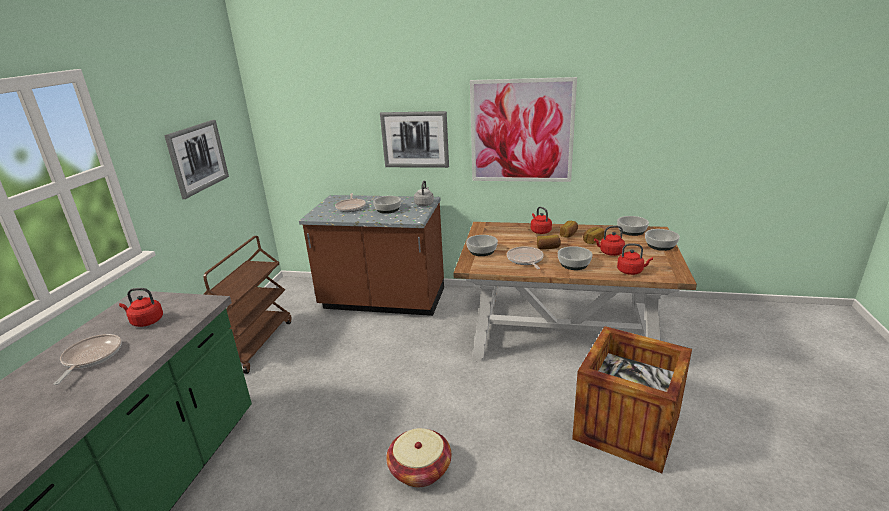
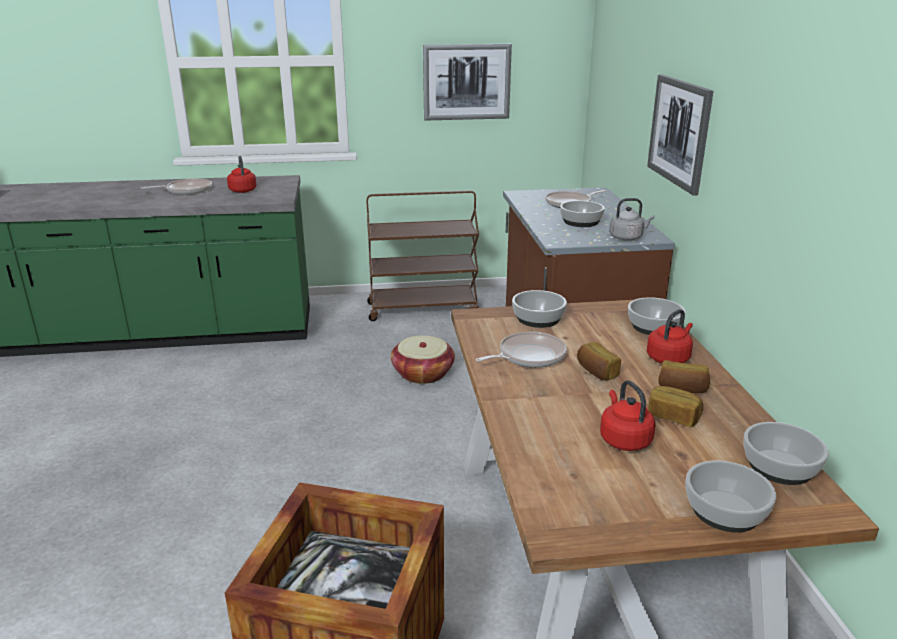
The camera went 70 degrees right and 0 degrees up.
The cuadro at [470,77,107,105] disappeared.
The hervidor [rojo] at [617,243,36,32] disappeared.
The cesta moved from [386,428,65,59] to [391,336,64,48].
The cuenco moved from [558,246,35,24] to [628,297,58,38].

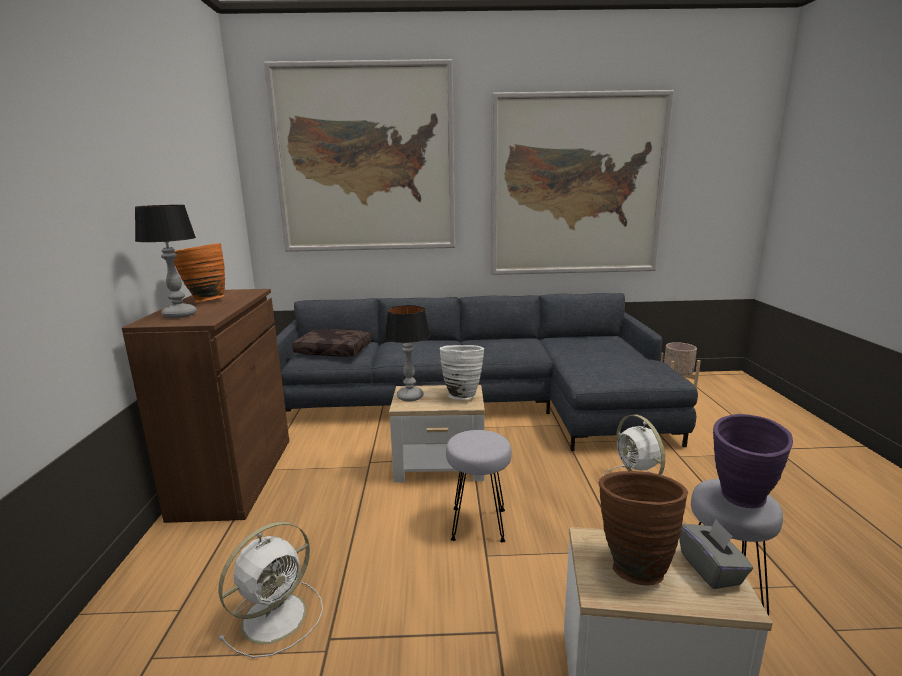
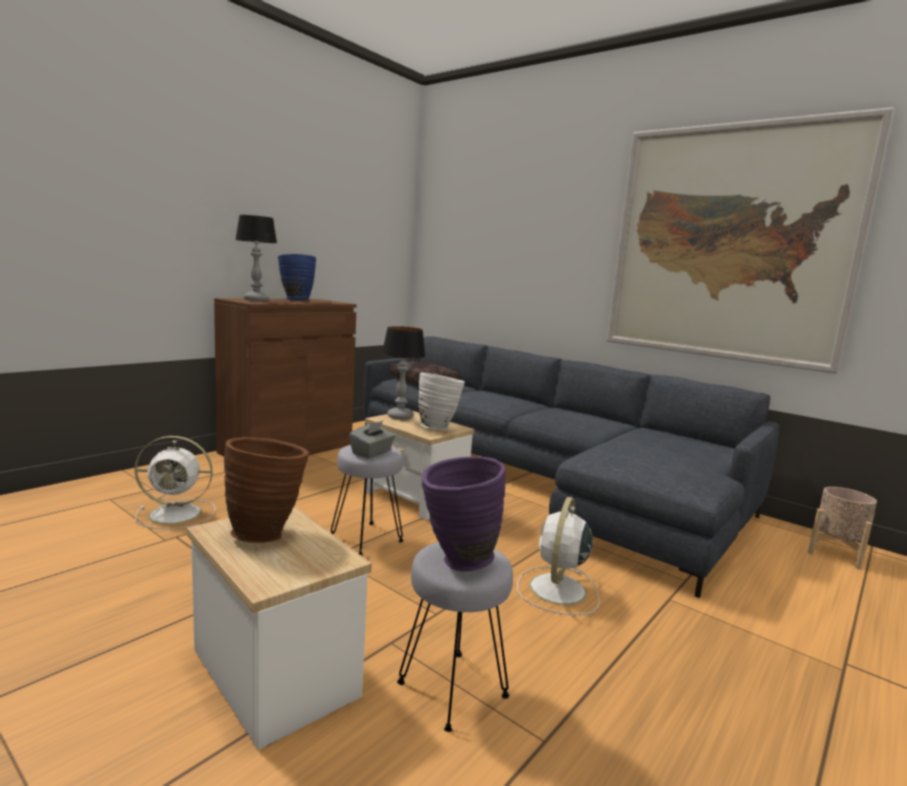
The camera went 40 degrees right and 5 degrees down.
The cuadro at [264,59,191,193] disappeared.
The caja de pañuelos [gris] moved from [679,519,74,70] to [349,421,46,37].
The florero [naranja] at [174,243,51,59] became the florero [azul] at [278,254,38,46].

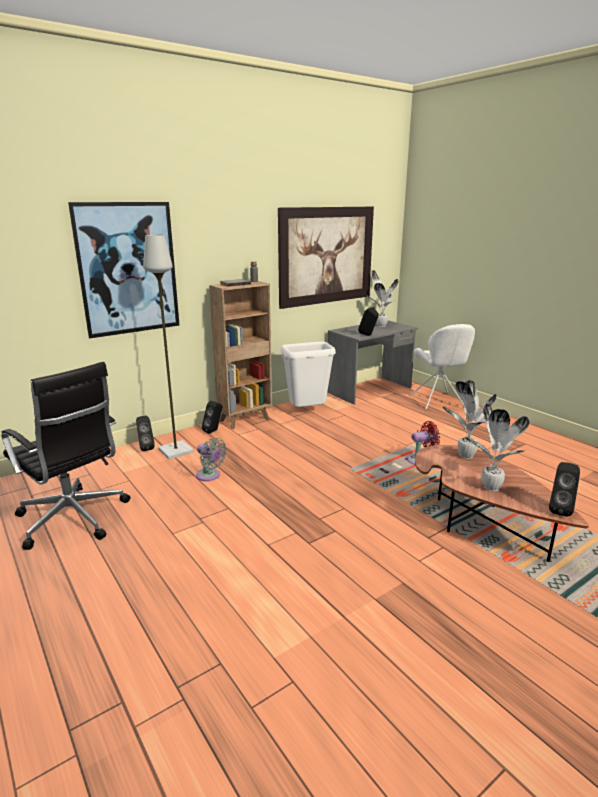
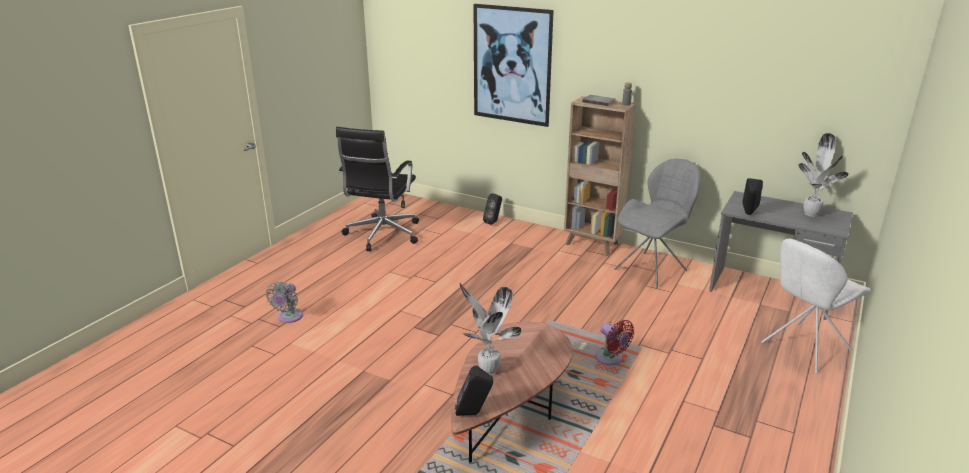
The camera went 65 degrees right and 5 degrees up.
The lámpara de pie [gris] at [143,234,51,226] disappeared.
The altavoz [negro] at [202,401,20,33] disappeared.
The cuadro at [278,207,96,102] disappeared.
The planta en maceta at [443,380,54,79] disappeared.
The ventilador [gris] moved from [196,438,31,43] to [266,282,37,41].
The papelera [blanco] at [281,342,55,65] was replaced by the silla [gris] at [614,159,87,129].

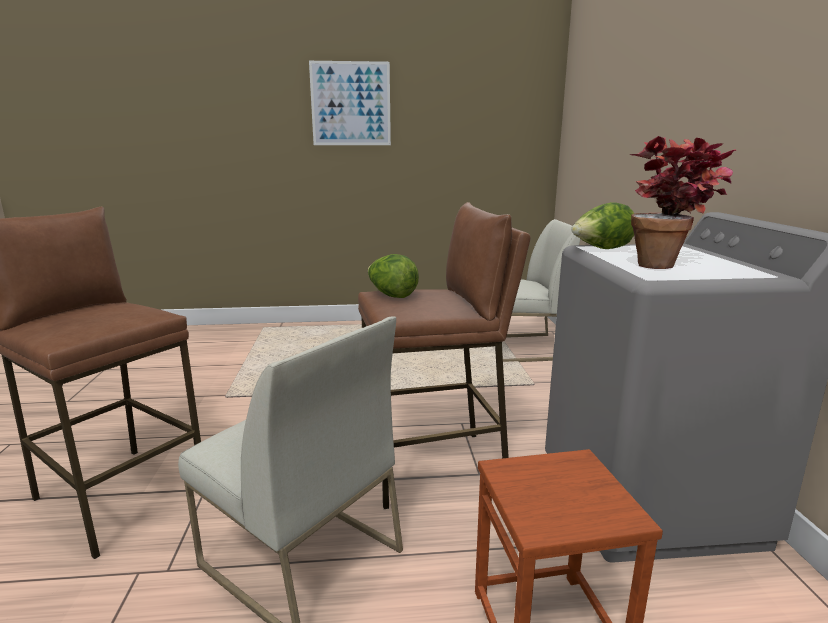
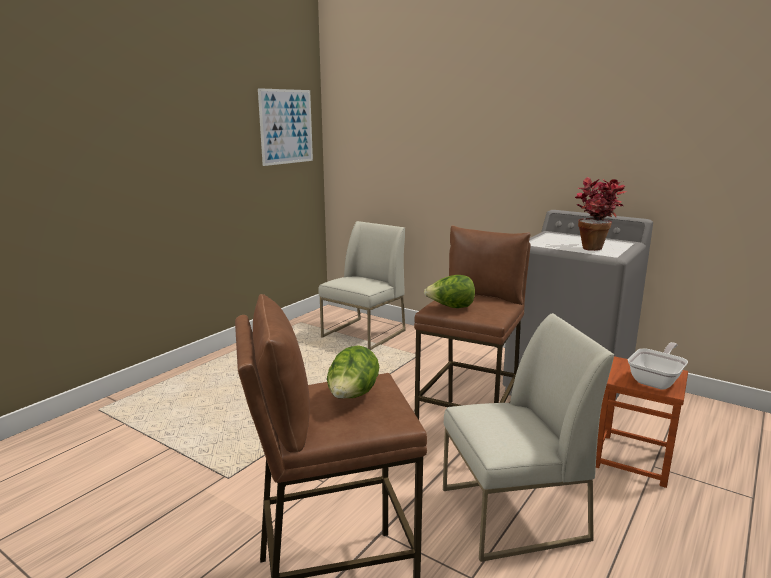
The camera went 50 degrees left and 0 degrees up.
The sartén at [628,342,60,48] appeared.
The cuadro moved from [309,61,82,84] to [258,88,55,78].
The lechuga moved from [571,202,63,47] to [327,345,52,54].

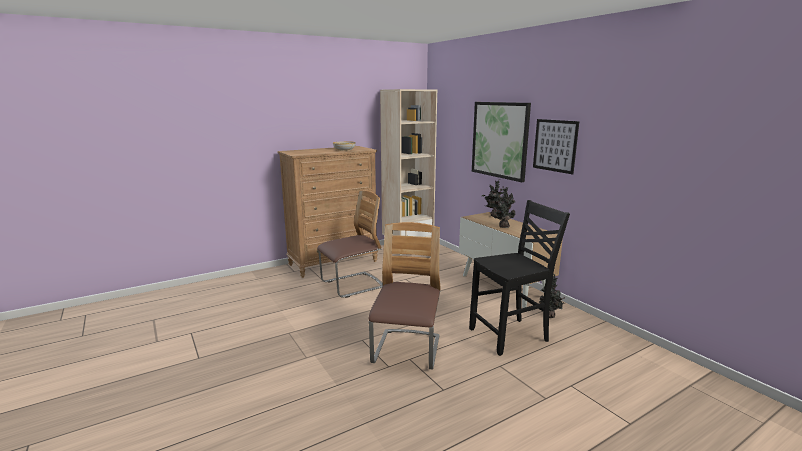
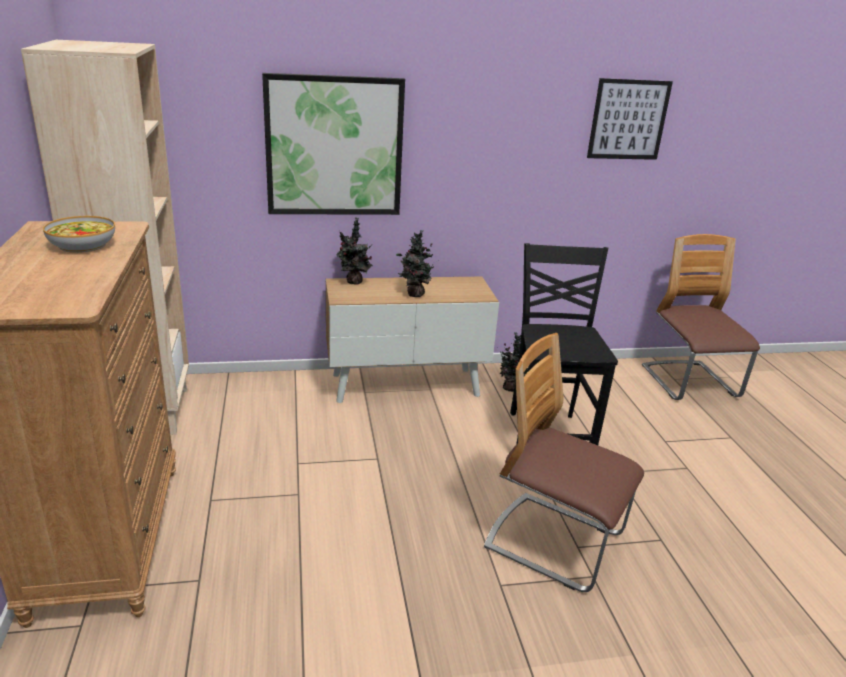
The camera went 70 degrees left and 10 degrees up.
The silla moved from [317,190,66,108] to [642,234,118,166].
The cuadro moved from [533,119,46,55] to [587,78,86,82].

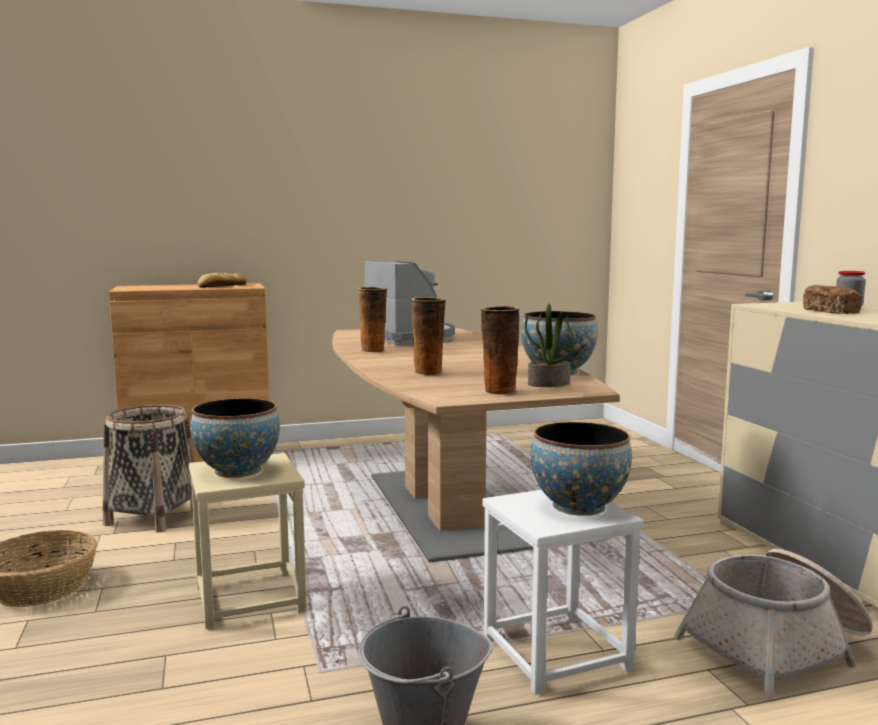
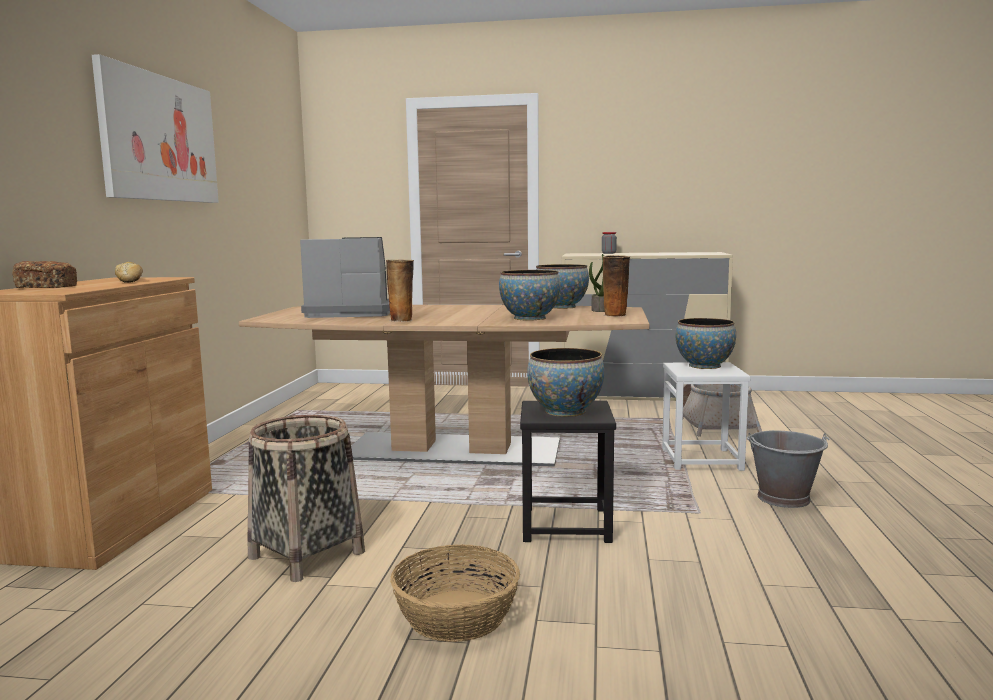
The camera went 65 degrees left and 0 degrees up.
The cuadro at [92,54,127,149] appeared.
The pan moved from [803,285,59,29] to [12,261,65,27].
The florero at [411,297,35,78] was replaced by the cuenco at [499,270,62,51].
The taburete [beis] at [189,453,118,176] became the taburete [negro] at [520,401,96,142].

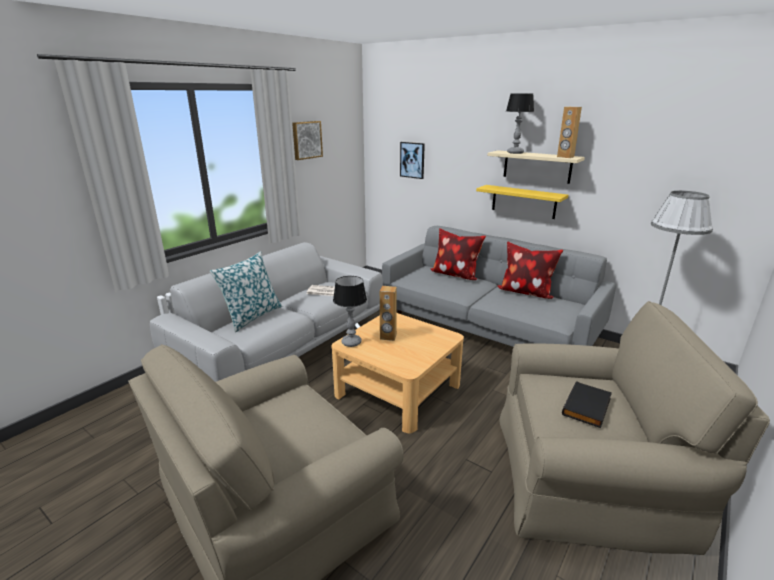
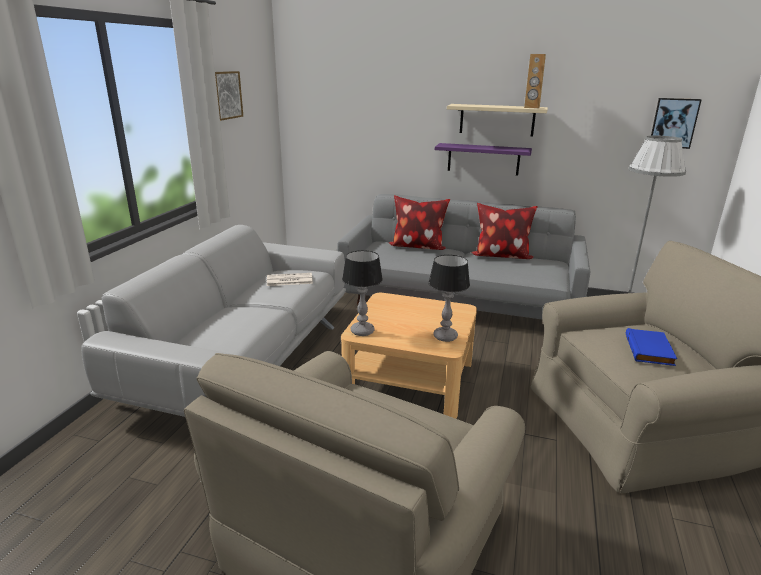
The camera went 20 degrees left and 0 degrees up.
The cojín at [210,251,72,81] disappeared.
The altavoz [marrón] at [380,286,17,55] disappeared.
The cuadro moved from [400,142,25,37] to [651,98,51,51].
The lámpara de mesa moved from [506,94,28,60] to [428,255,42,87].
The estante [amarillo] at [476,185,92,34] became the estante [morado] at [435,143,97,32].
The libro [negro] at [562,381,50,47] became the libro [azul] at [626,328,51,38].

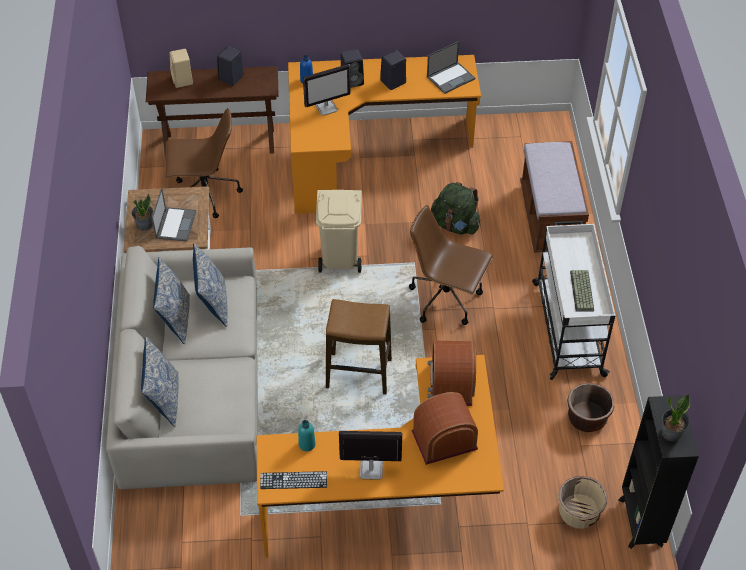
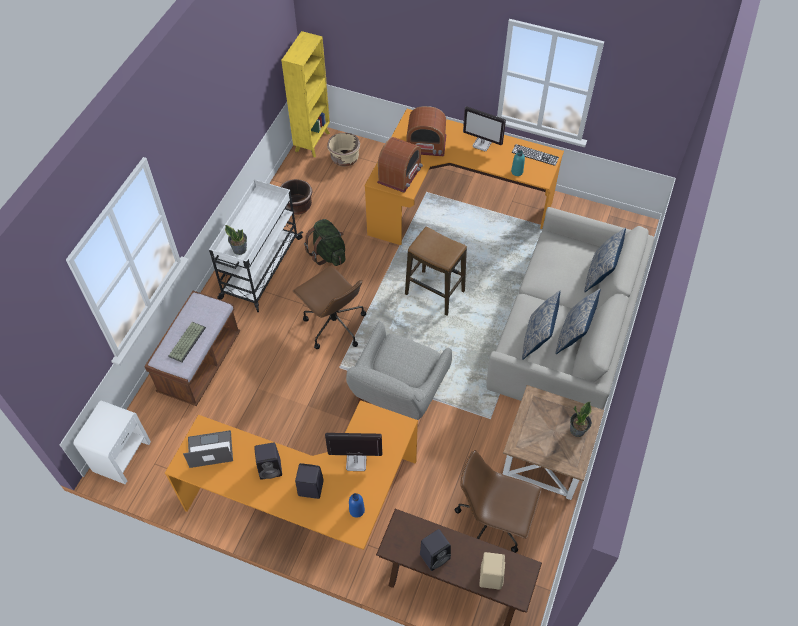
The camera went 155 degrees left and 5 degrees up.
The portátil at [152,188,44,54] disappeared.
The mesita de noche [blanco] at [73,401,78,83] appeared.
The mochila [verde] moved from [431,182,49,53] to [304,219,41,47].
The teclado moved from [570,270,24,42] to [168,322,38,40].
The planta en maceta moved from [662,393,28,49] to [225,225,22,30].
The papelera [beis] at [316,190,46,83] was replaced by the sillón [gris] at [346,321,106,109].
The estantería [negro] at [619,395,80,154] became the estantería [amarillo] at [281,31,49,126].

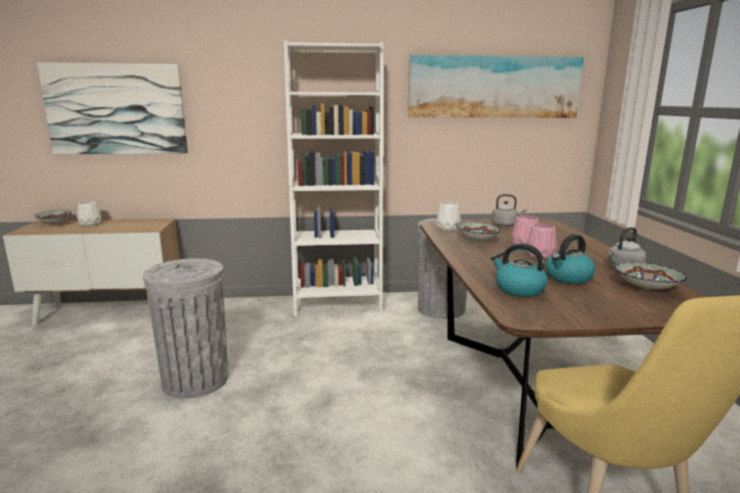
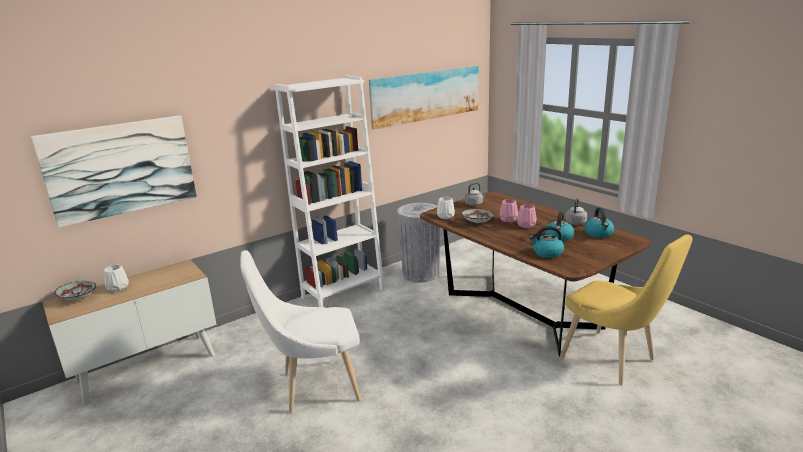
The camera went 30 degrees left and 5 degrees up.
The papelera [gris] at [143,258,85,141] was replaced by the silla [blanco] at [240,250,121,163].
The cuenco at [614,262,73,28] was replaced by the hervidor at [585,208,29,30].

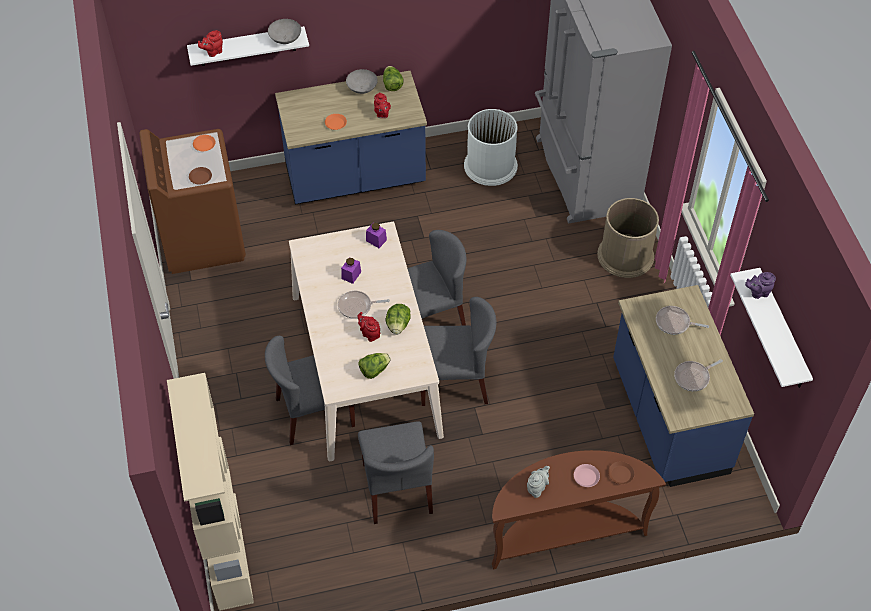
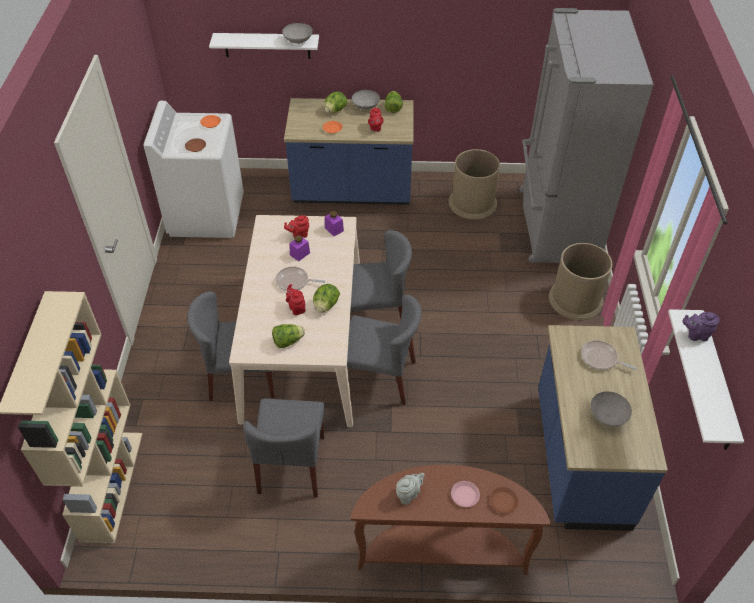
The camera went 15 degrees right and 5 degrees down.
The lechuga at [324,91,23,22] appeared.
The tetera [rojo] moved from [198,30,25,27] to [284,215,25,23].
The sartén at [674,359,49,32] was replaced by the cuenco [gris] at [591,391,41,35].
The lavadora [marrón] at [139,129,107,145] became the lavadora [blanco] at [144,101,100,137].
The papelera [blanco] at [464,109,54,77] became the papelera [marrón] at [449,149,51,71].

